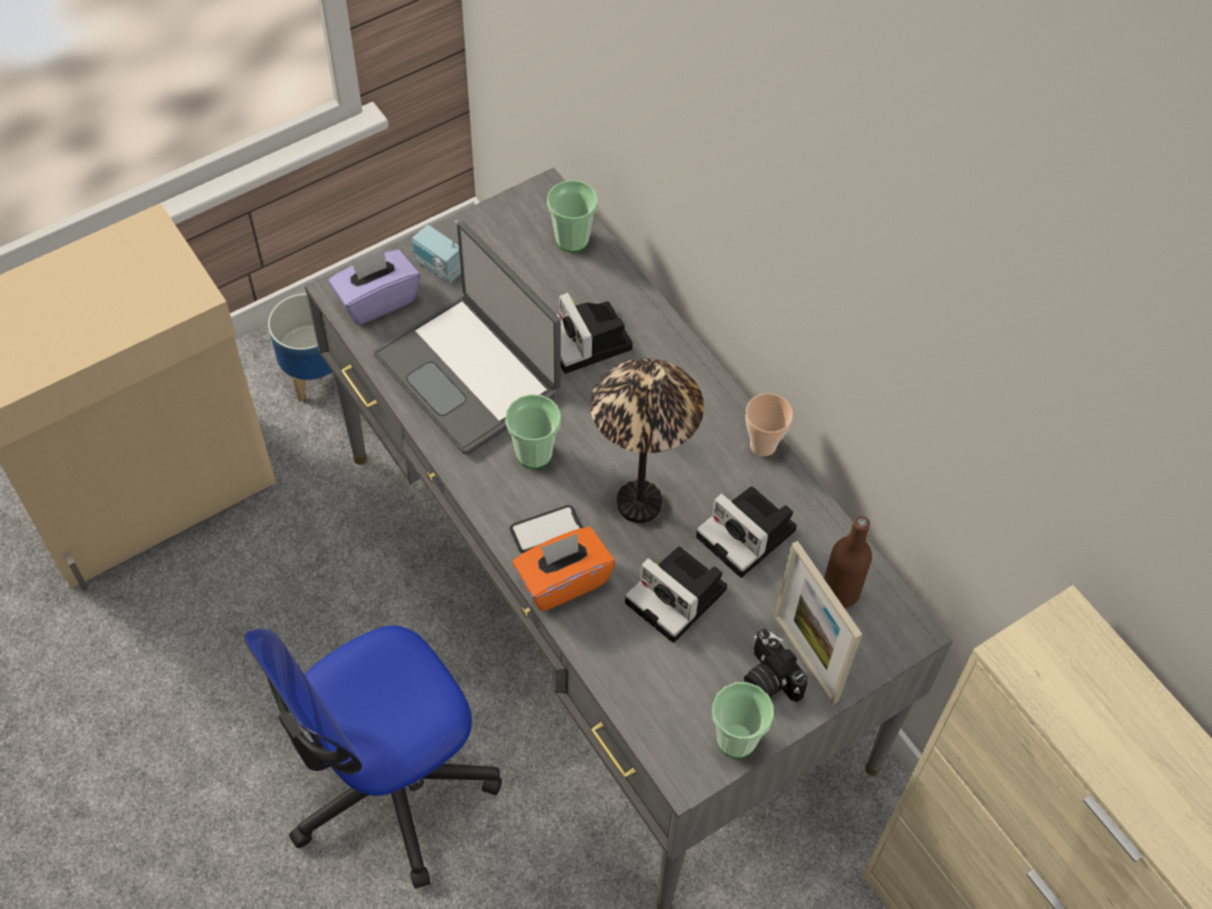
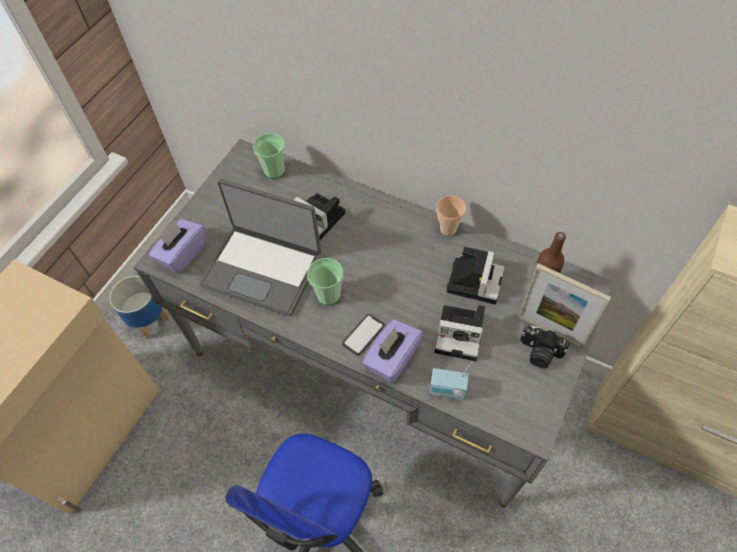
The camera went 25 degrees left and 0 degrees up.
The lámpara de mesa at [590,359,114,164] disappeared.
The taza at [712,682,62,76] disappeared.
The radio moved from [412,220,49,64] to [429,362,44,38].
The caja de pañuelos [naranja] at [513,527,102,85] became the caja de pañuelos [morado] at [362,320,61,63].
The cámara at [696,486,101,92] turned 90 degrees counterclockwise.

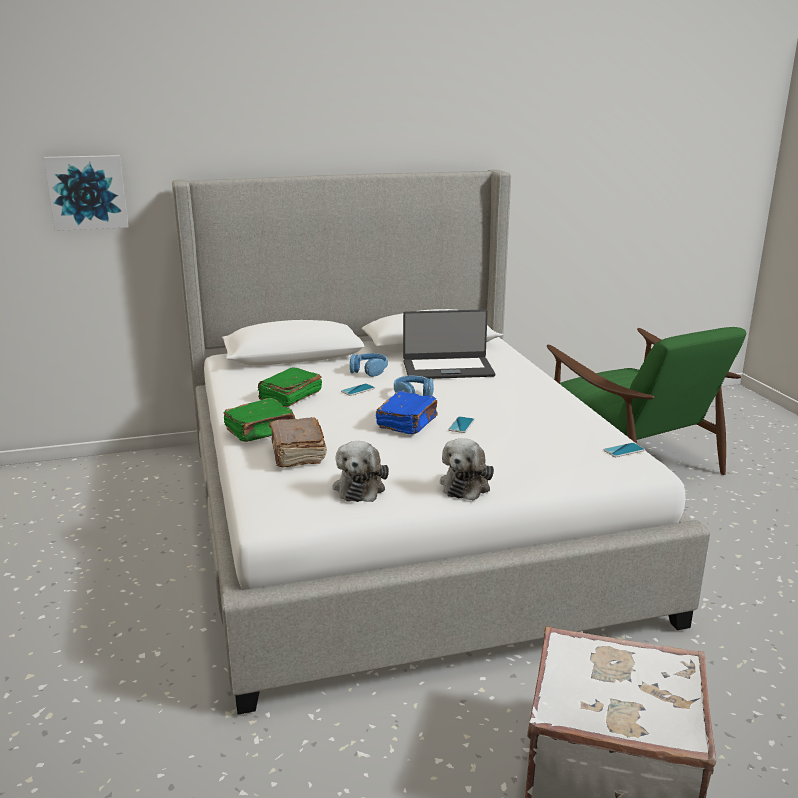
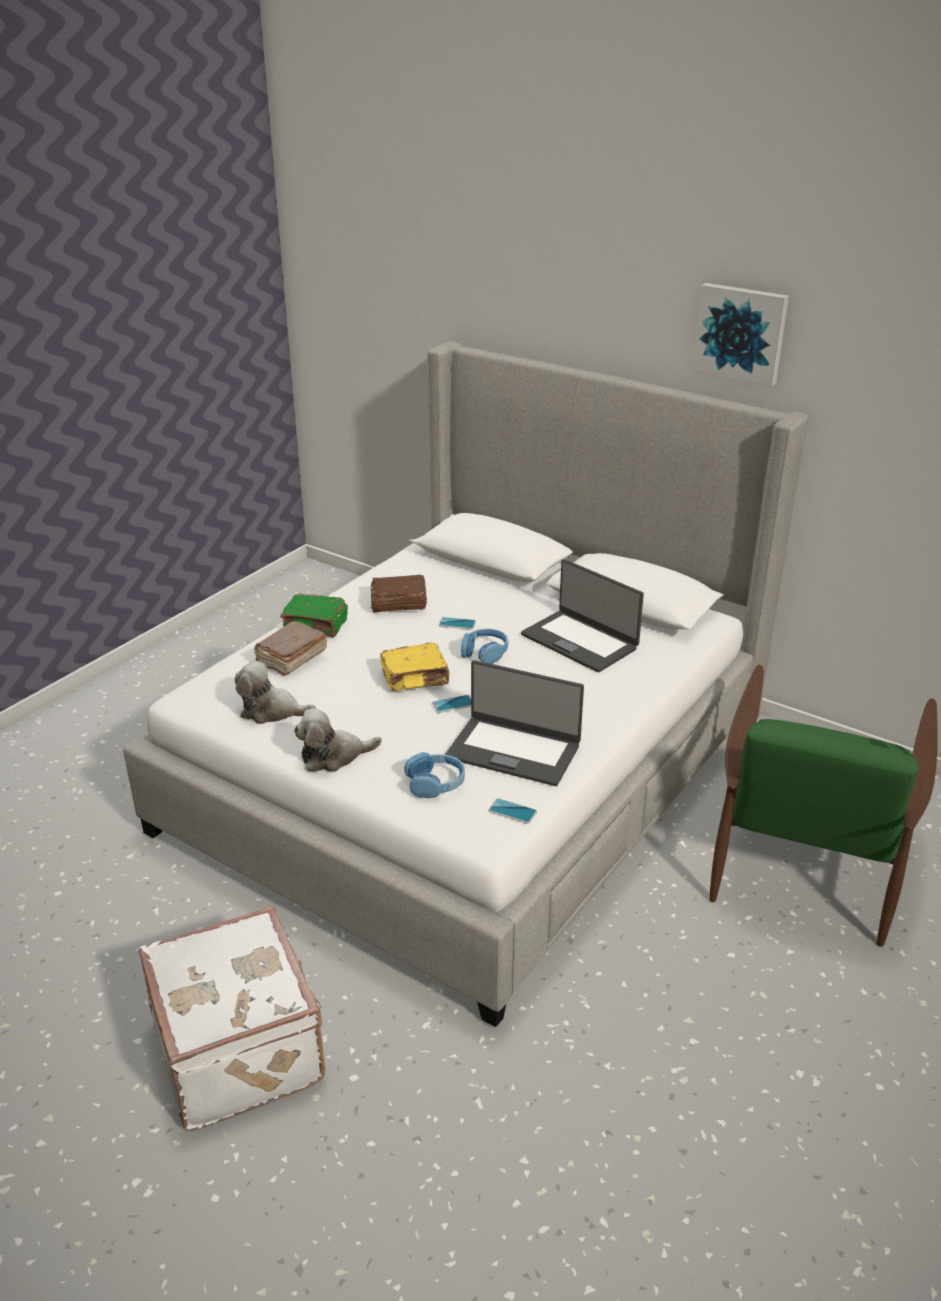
The camera went 50 degrees right and 10 degrees up.
The portátil at [445,660,139,126] appeared.
The cuadro moved from [44,155,85,76] to [692,283,97,103].
The auriculares [azul] moved from [350,353,38,24] to [404,752,61,46].
The libro [verde] at [258,367,64,40] became the libro [marrón] at [371,575,56,38].
The libro [azul] at [376,391,62,43] became the libro [amarillo] at [380,642,70,48].
The peluche at [333,441,56,61] turned 45 degrees clockwise.

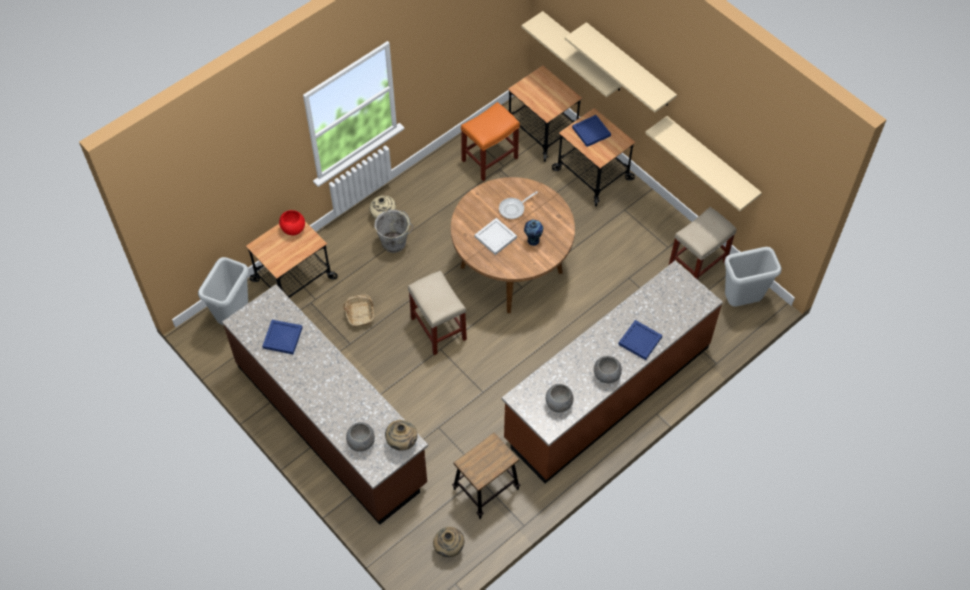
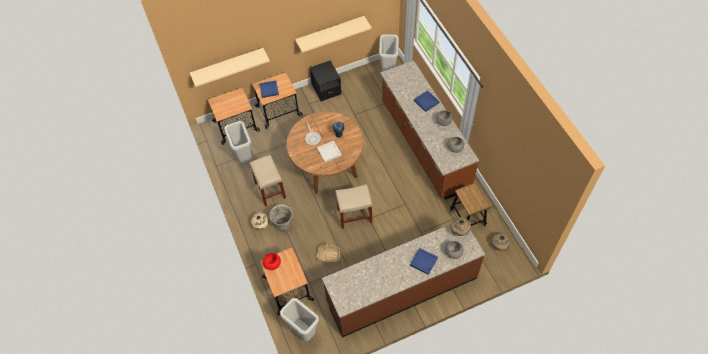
The camera went 70 degrees left and 0 degrees up.
The estante [beis] at [565,22,112,90] disappeared.
The mesita de noche [negro] at [310,60,31,41] appeared.
The bandeja [azul] moved from [262,320,41,34] to [410,248,28,27].
The taburete [beis] moved from [668,207,69,73] to [249,155,37,51].
The taburete [naranja] at [461,102,59,79] was replaced by the papelera [gris] at [224,121,27,42].

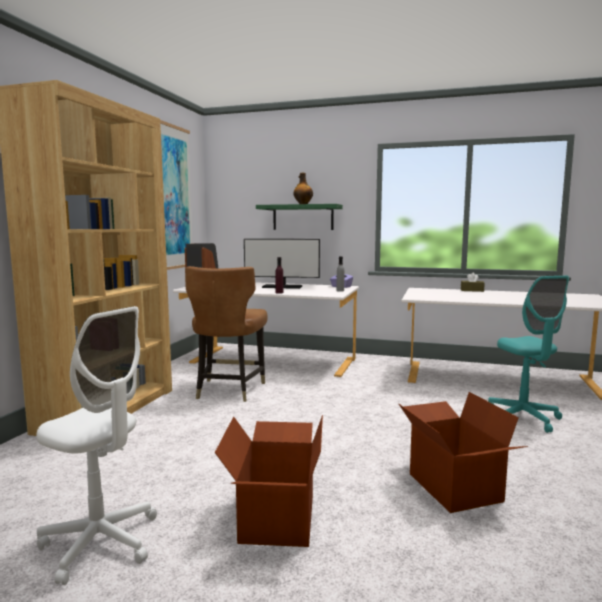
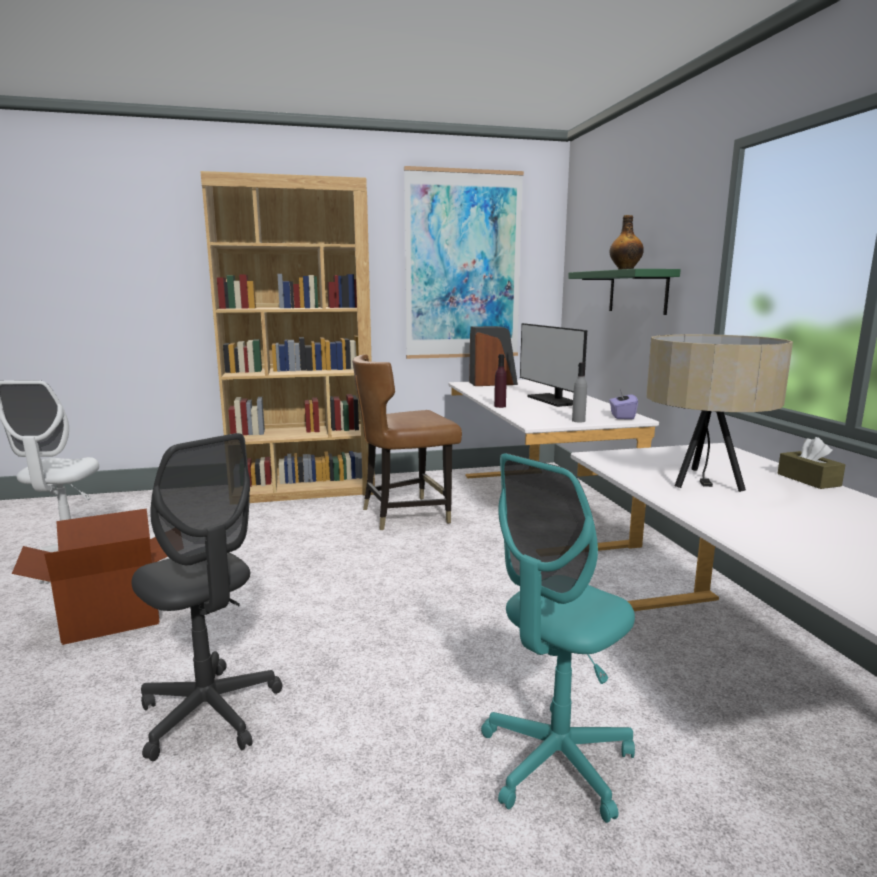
The camera went 60 degrees right and 5 degrees up.
The lámpara de mesa [beis] at [646,334,147,158] appeared.
The caja de cartón at [399,392,129,121] was replaced by the silla de oficina [gris] at [131,433,151,328].

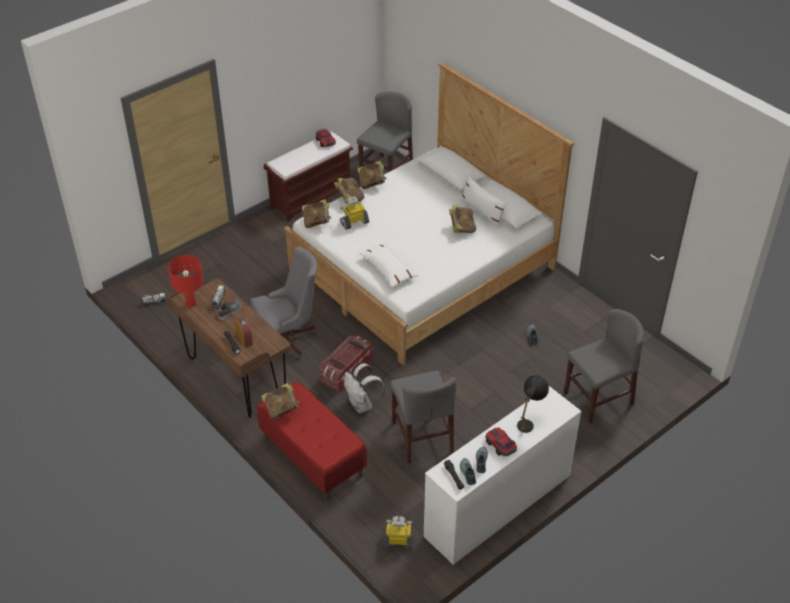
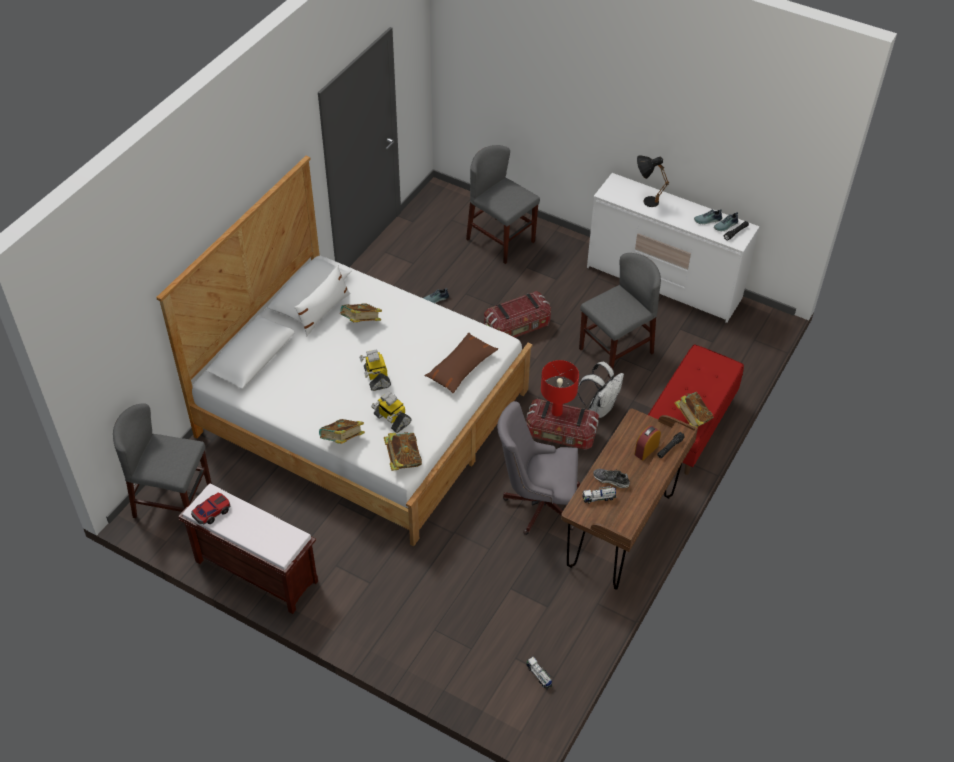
The camera went 110 degrees left and 5 degrees up.
The libro at [357,161,29,28] disappeared.
The coche de juguete at [485,427,32,29] disappeared.
The caja de almacenaje at [484,291,67,46] appeared.
The lámpara de mesa [rojo] moved from [168,255,36,52] to [541,360,38,56].
The robot de juguete moved from [383,516,31,34] to [359,349,32,42].
The cojín [blanco] at [360,243,59,44] became the cojín [marrón] at [424,333,74,61].
The silla de oficina [gris] at [250,246,68,113] turned 45 degrees counterclockwise.

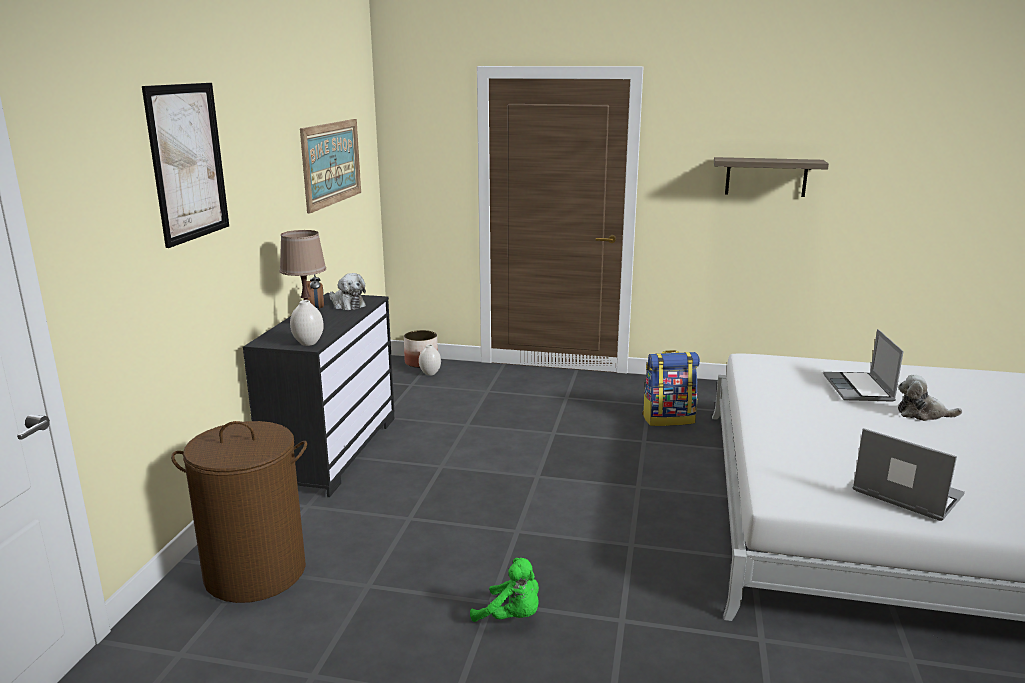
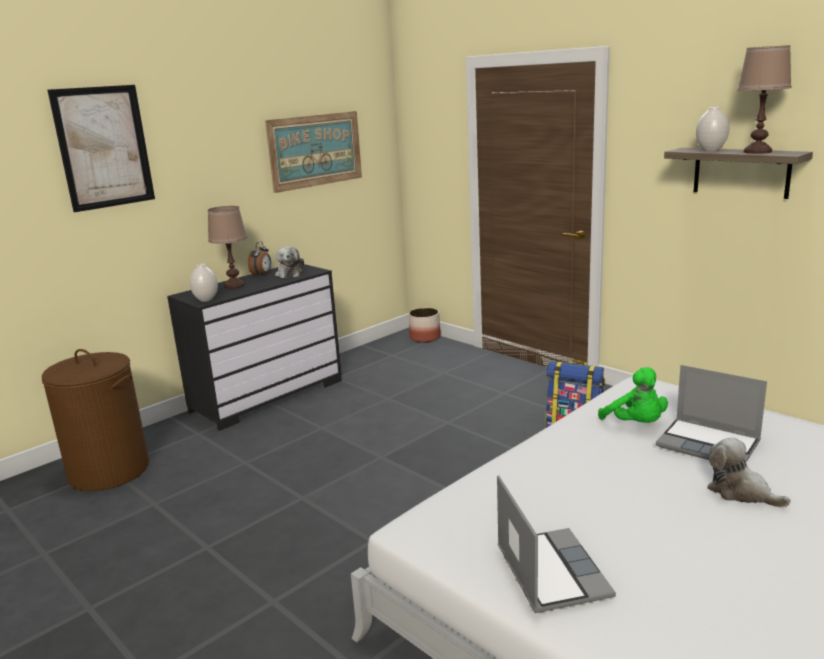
The camera went 35 degrees right and 0 degrees up.
The lámpara de mesa [marrón] at [738,45,54,109] appeared.
The florero [blanco] moved from [419,344,22,32] to [696,107,33,45].
The peluche [verde] moved from [470,558,69,64] to [598,367,70,56].
The portátil at [823,329,81,73] turned 90 degrees counterclockwise.

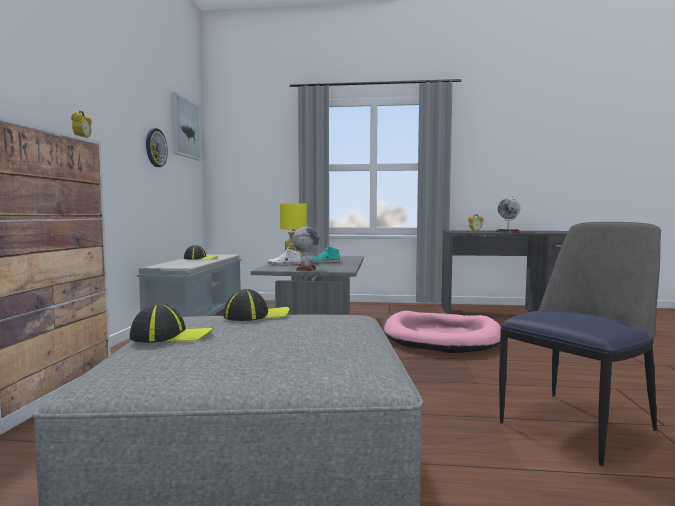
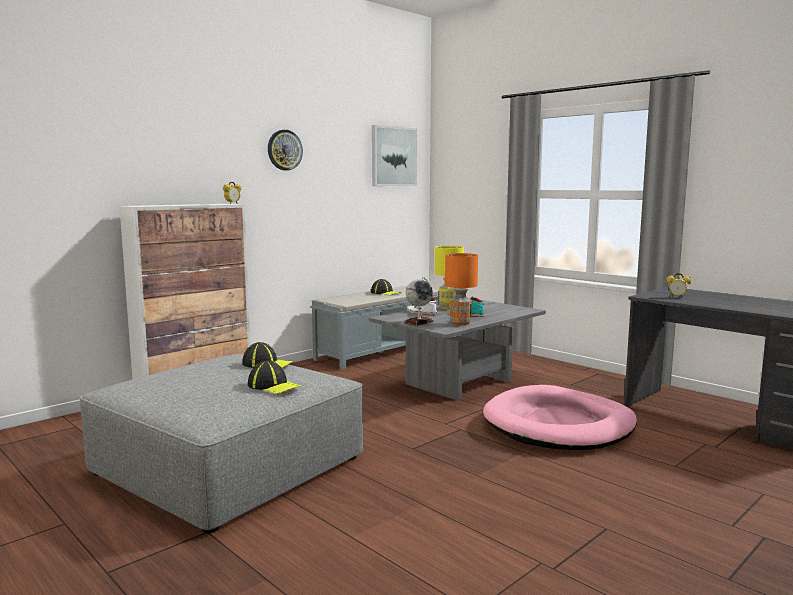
The camera went 40 degrees right and 5 degrees up.
The globo terráqueo at [496,196,24,37] disappeared.
The silla at [499,222,162,244] disappeared.
The lámpara de mesa [naranja] at [445,253,33,72] appeared.
The gorra moved from [130,303,83,40] to [248,361,53,33].
The reloj de pared moved from [146,128,22,39] to [268,130,35,40].

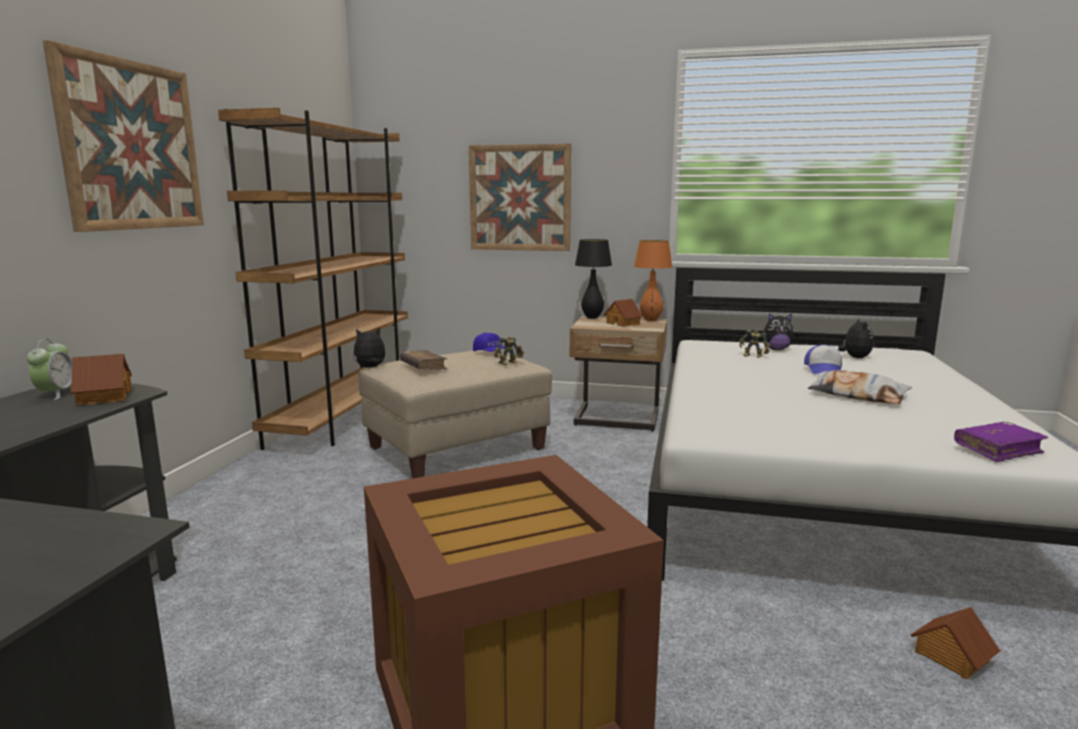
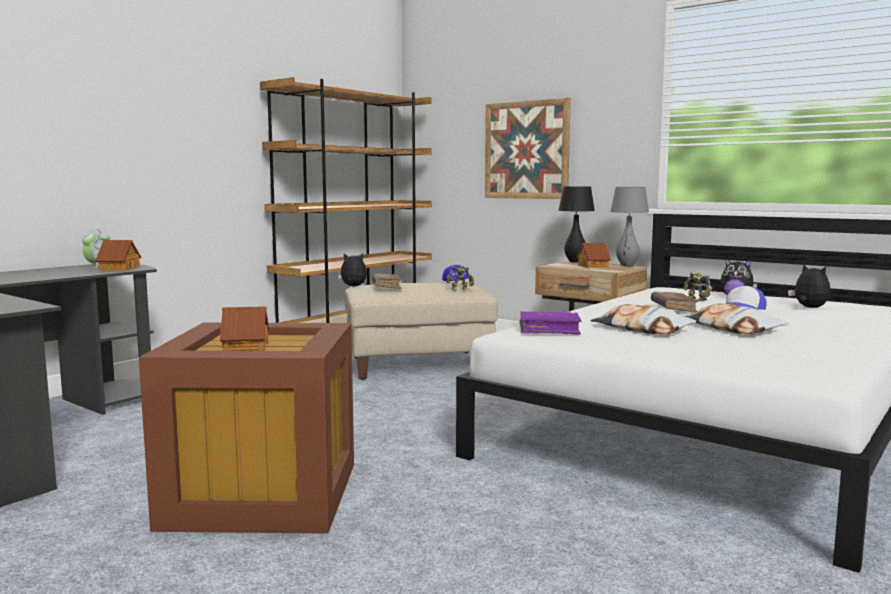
The camera went 25 degrees right and 5 degrees down.
The cuadro at [43,40,161,192] disappeared.
The cojín at [591,304,105,30] appeared.
The libro [marrón] at [651,292,49,21] appeared.
The casita moved from [910,607,90,72] to [220,306,49,45].
The libro [morado] moved from [954,422,94,40] to [520,311,62,24].
The lámpara de mesa [naranja] at [634,240,38,81] became the lámpara de mesa [gris] at [610,187,39,80].
The peluche at [838,318,36,40] turned 60 degrees counterclockwise.

